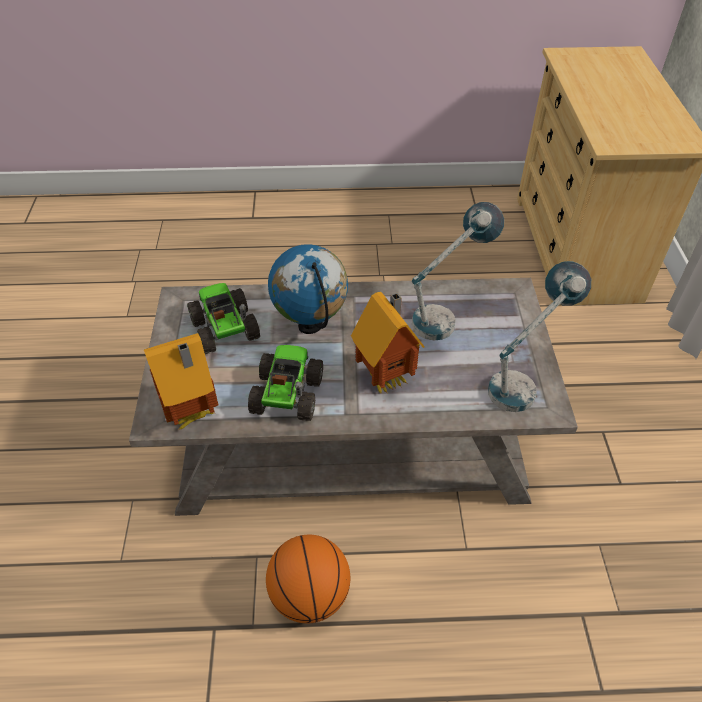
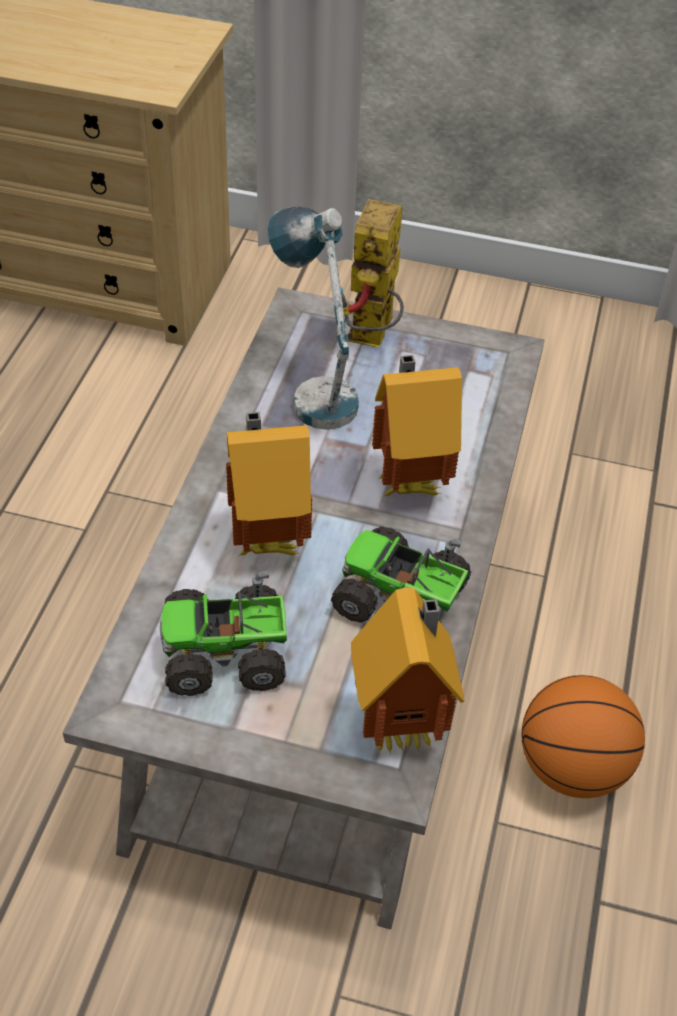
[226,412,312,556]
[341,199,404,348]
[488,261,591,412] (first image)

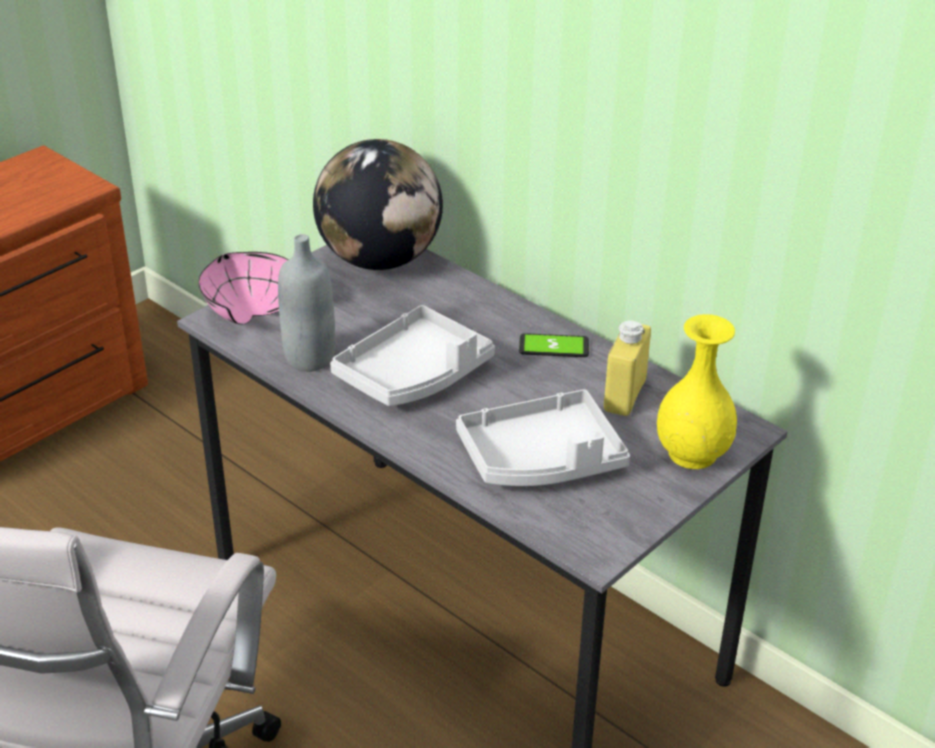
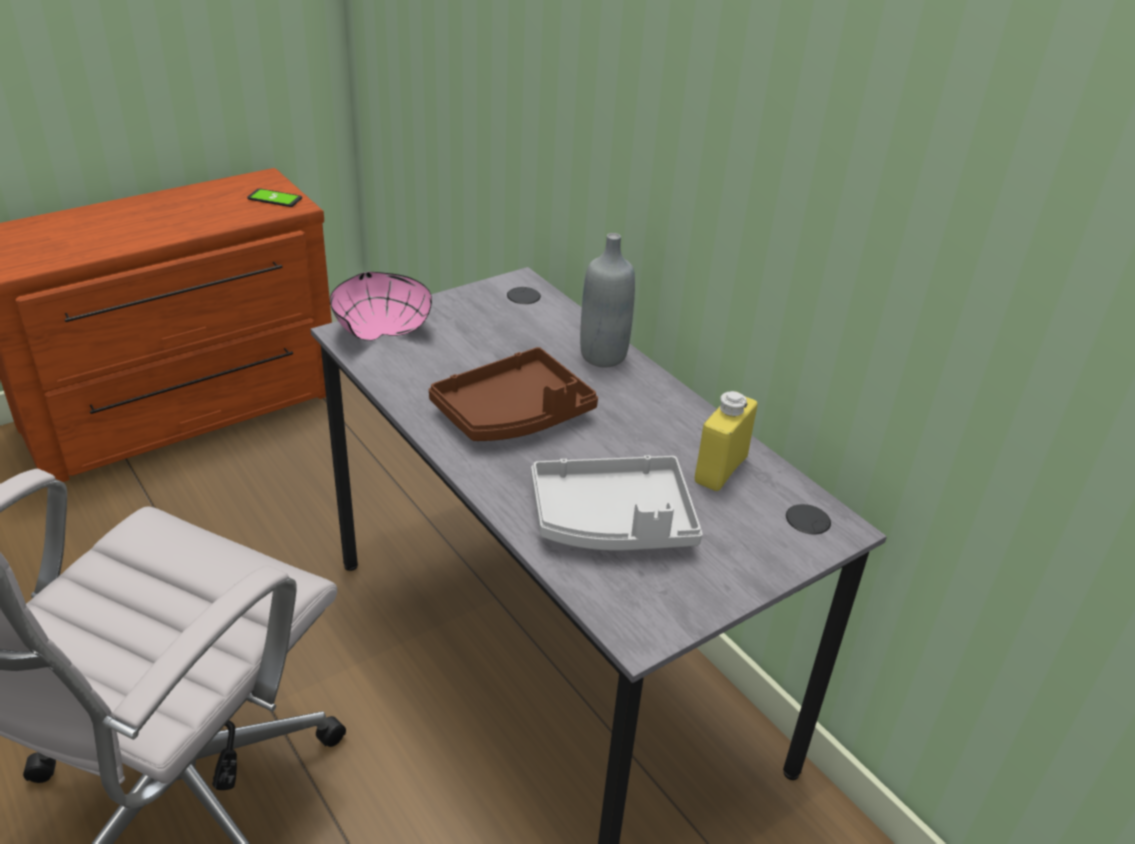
[247,188,302,207]
[429,347,598,441]
[580,233,635,367]
[313,139,443,270] (first image)
[657,314,737,469] (first image)

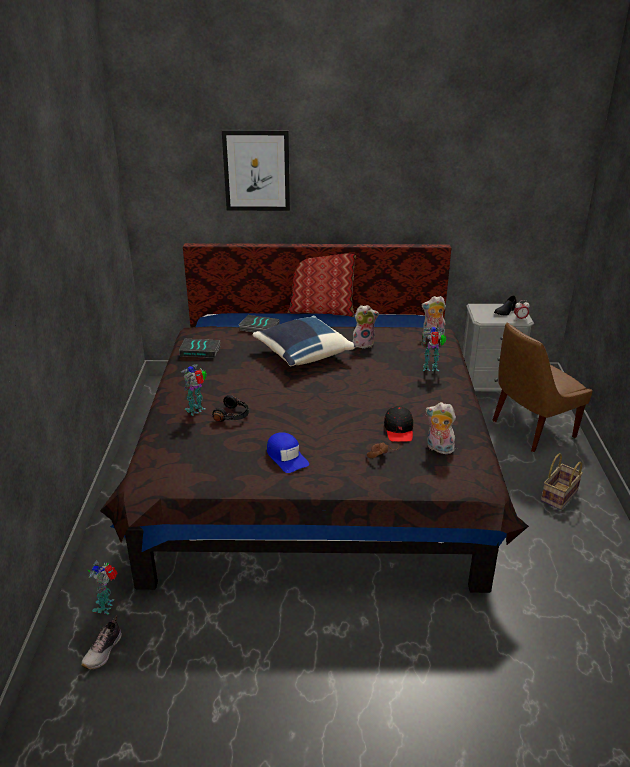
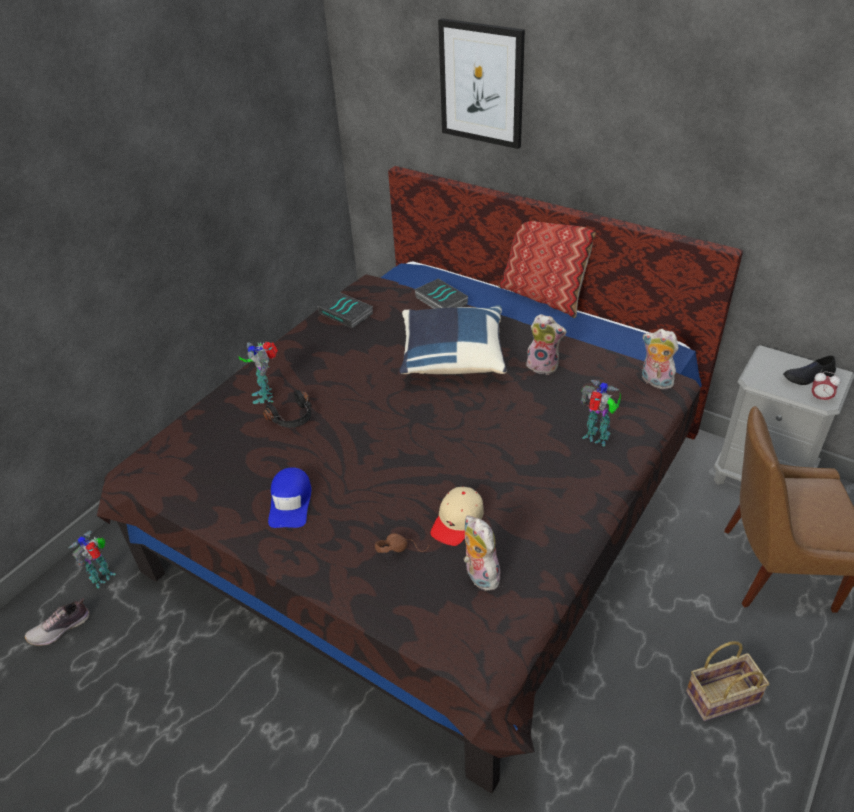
[238,342,277,404]
[430,486,484,546]

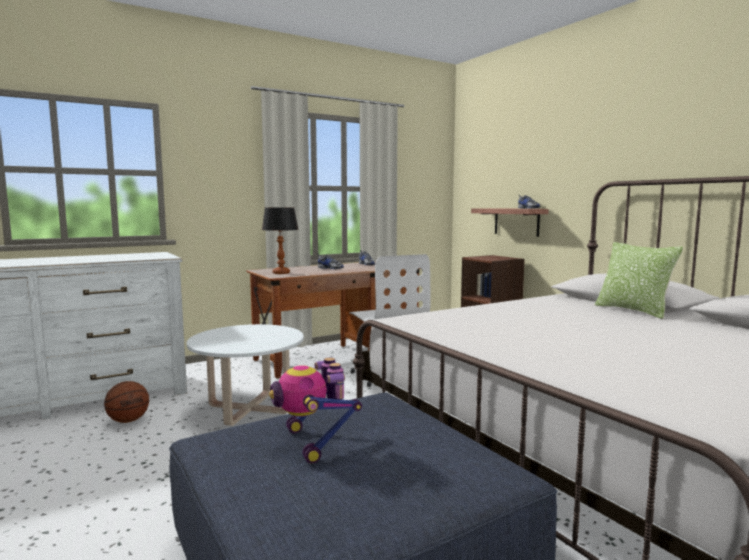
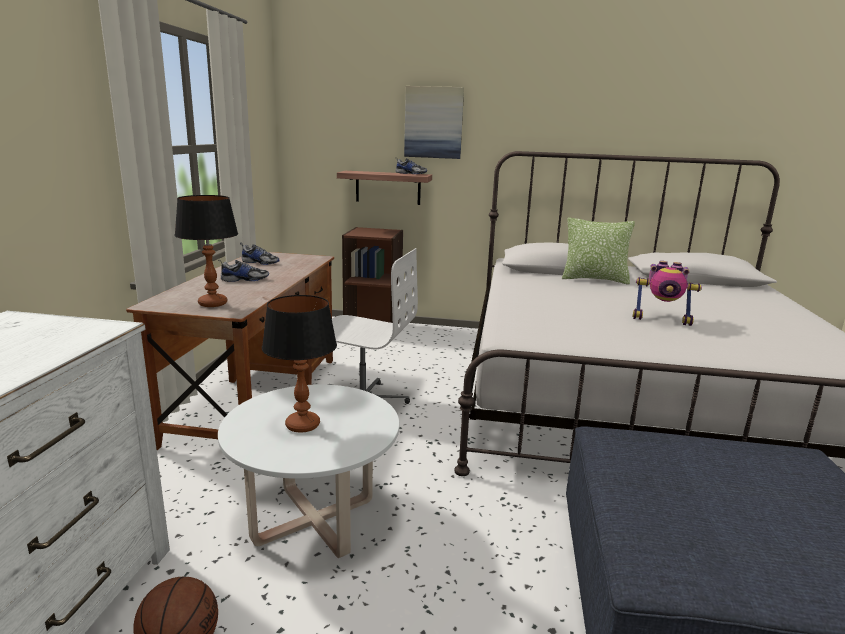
[262,295,337,433]
[404,86,464,159]
[633,261,702,326]

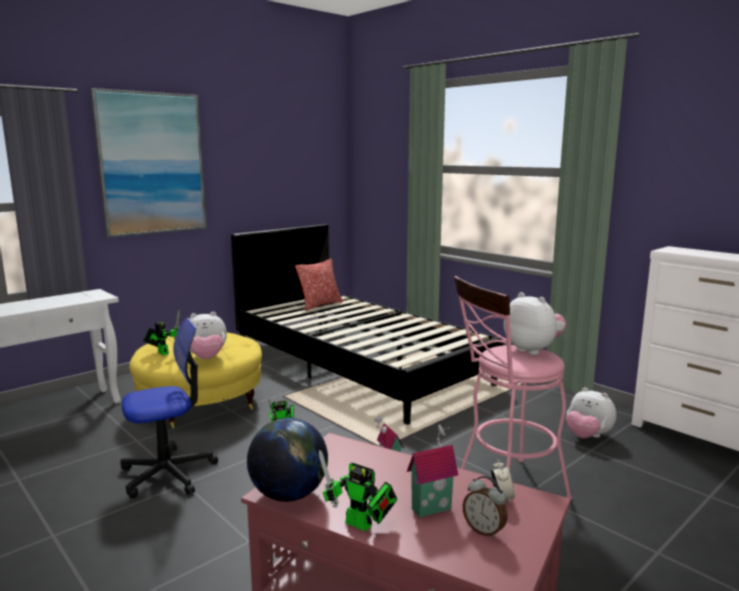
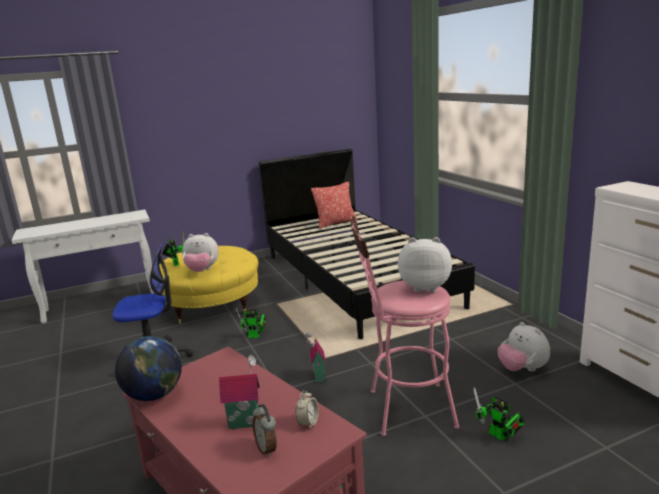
[398,237,452,293]
[473,388,525,441]
[90,88,206,238] (first image)

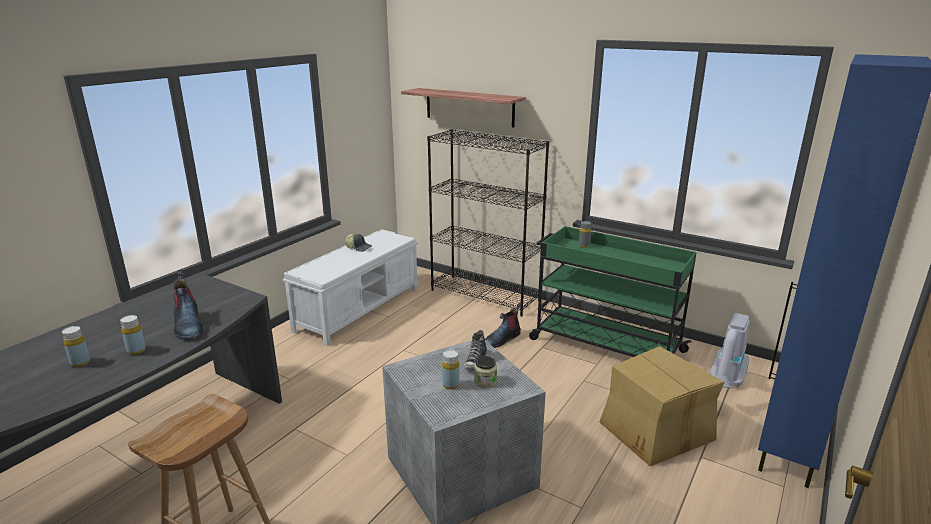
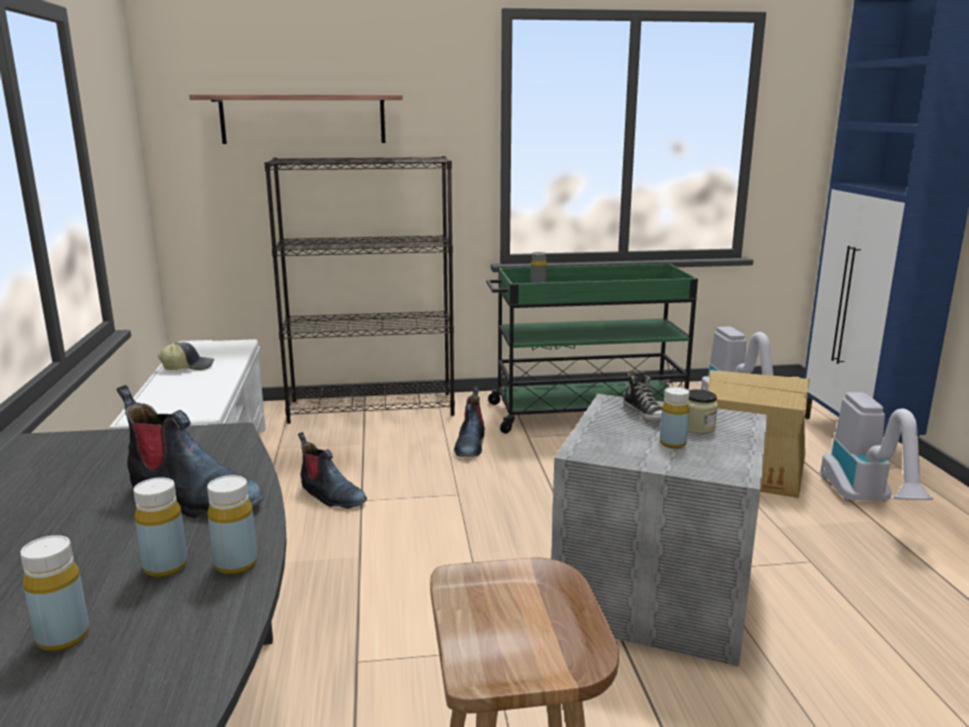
[207,475,257,575]
[298,432,367,509]
[820,392,933,502]

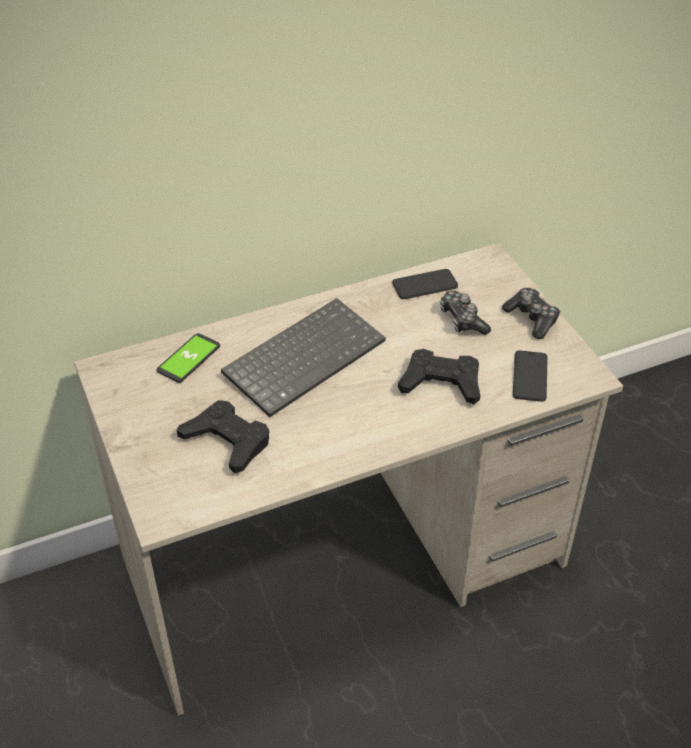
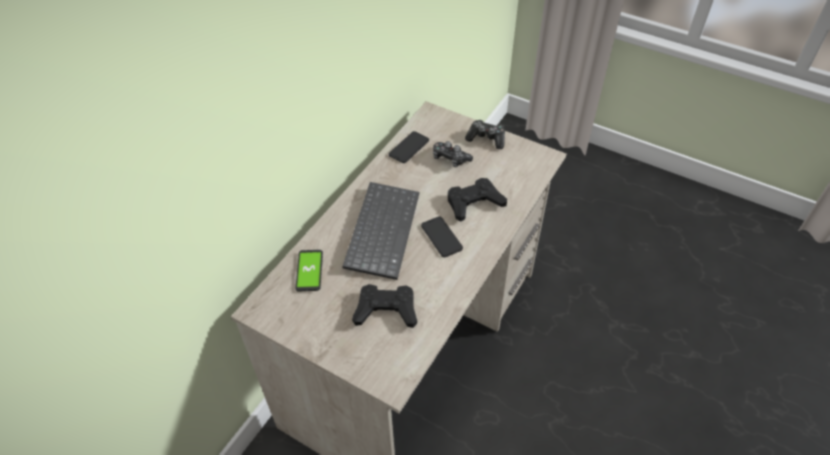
[421,217,463,257]

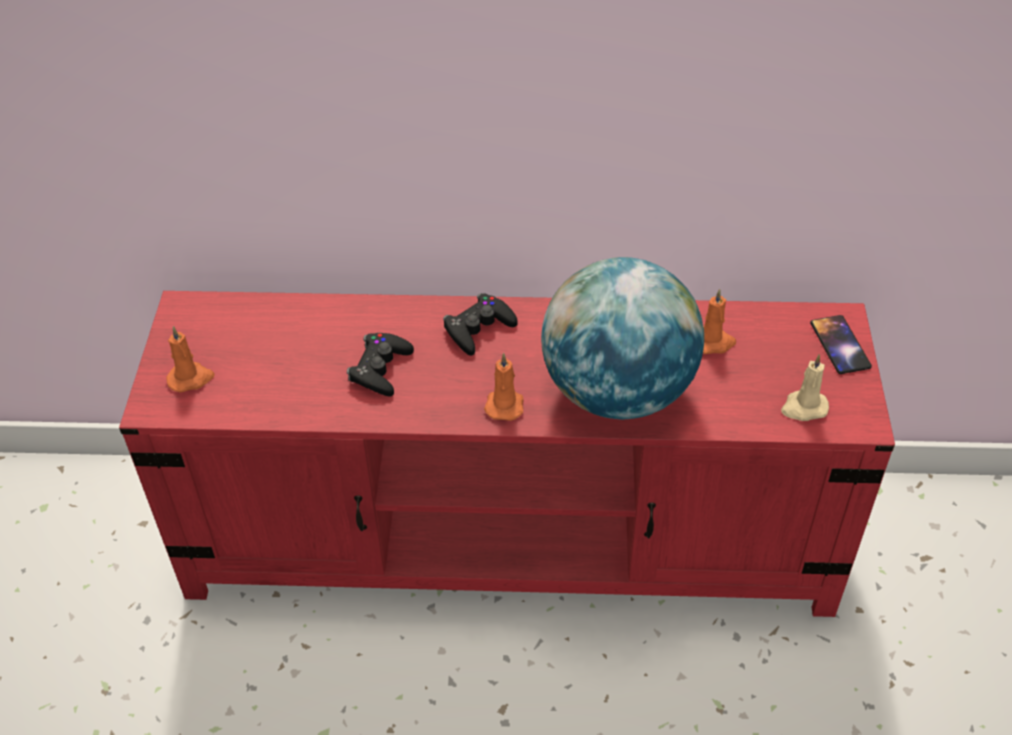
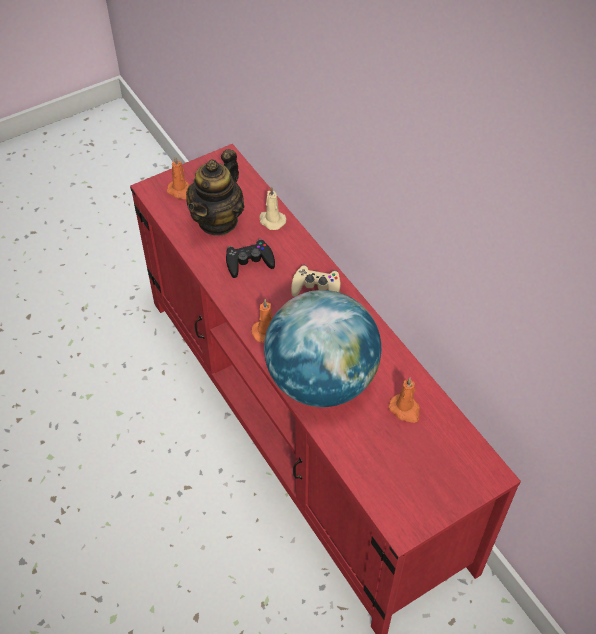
[186,149,245,236]
[259,186,286,230]
[291,265,341,296]
[810,315,872,374] (first image)

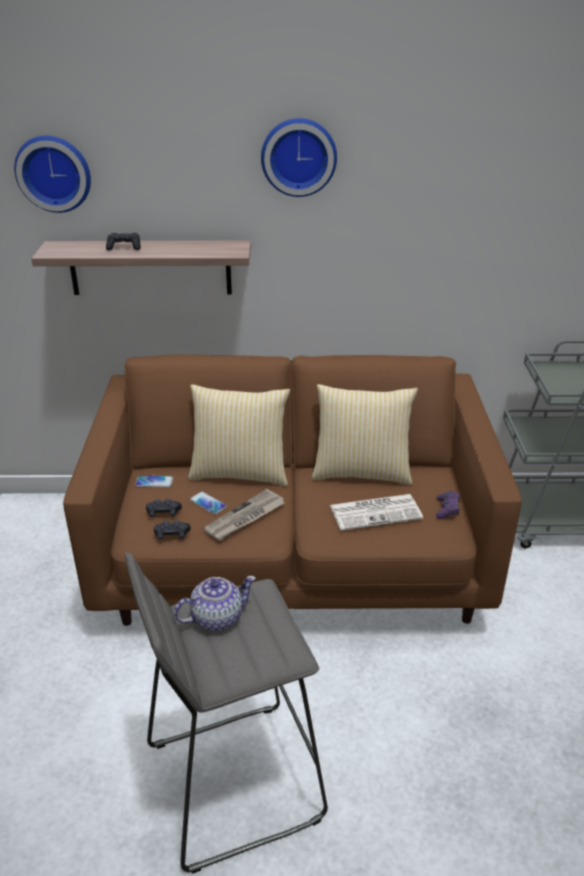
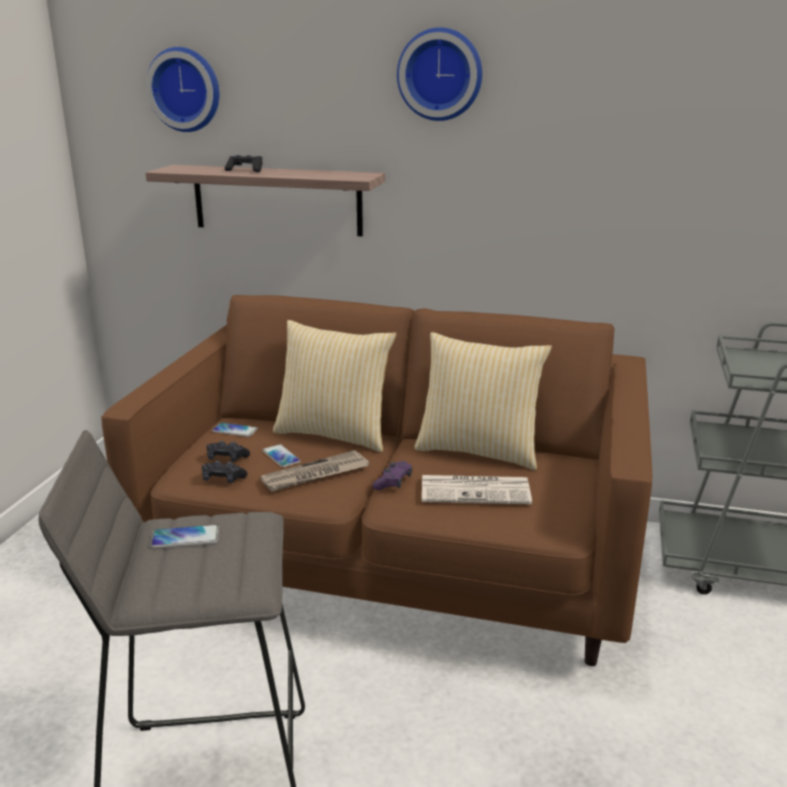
[151,525,219,548]
[372,461,412,490]

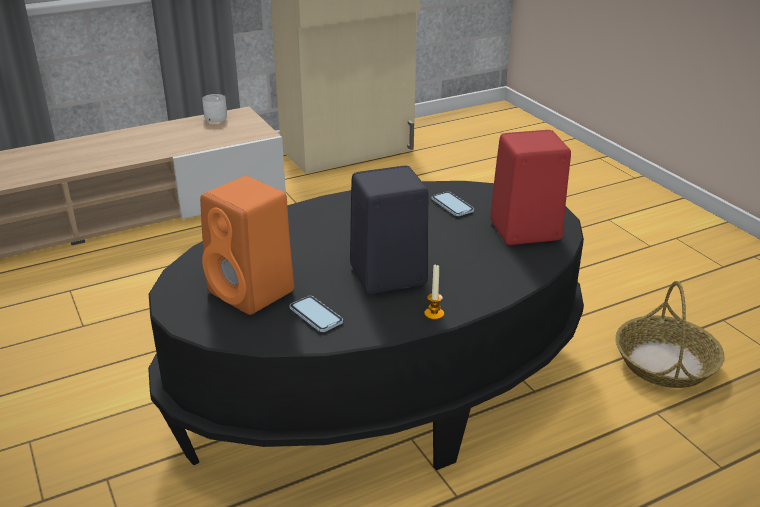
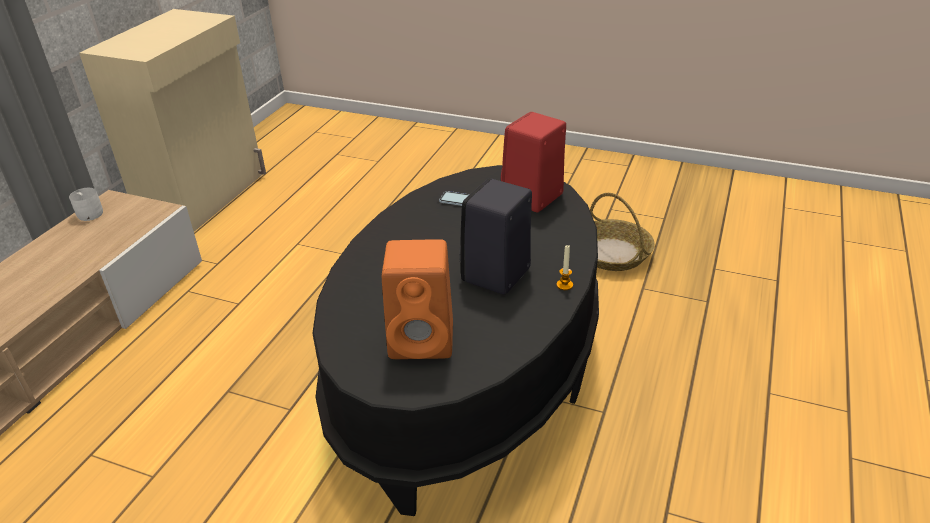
[289,296,343,332] (first image)

